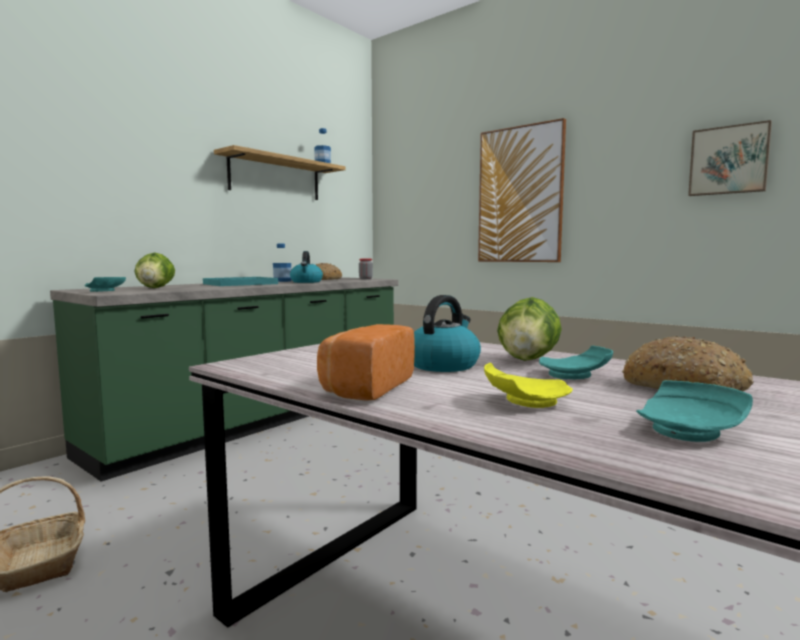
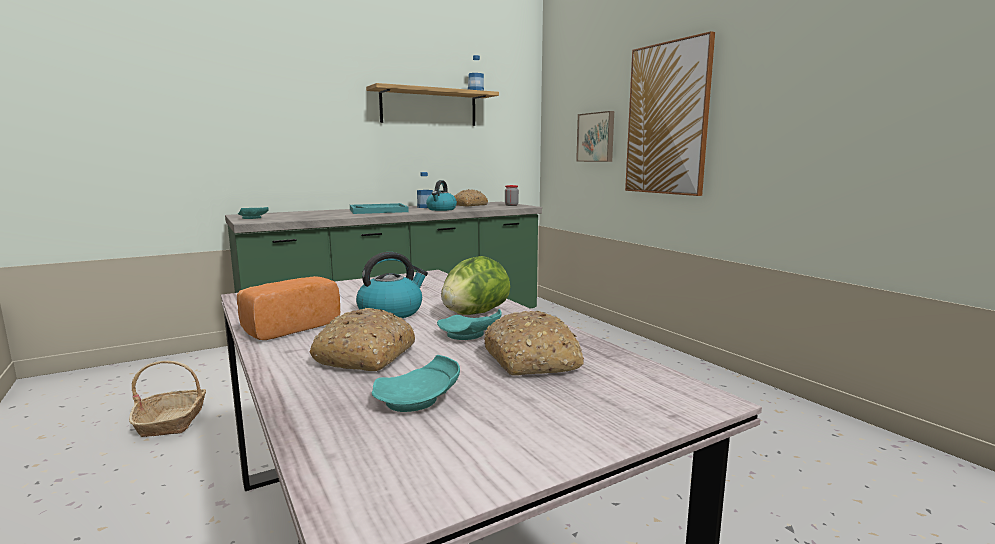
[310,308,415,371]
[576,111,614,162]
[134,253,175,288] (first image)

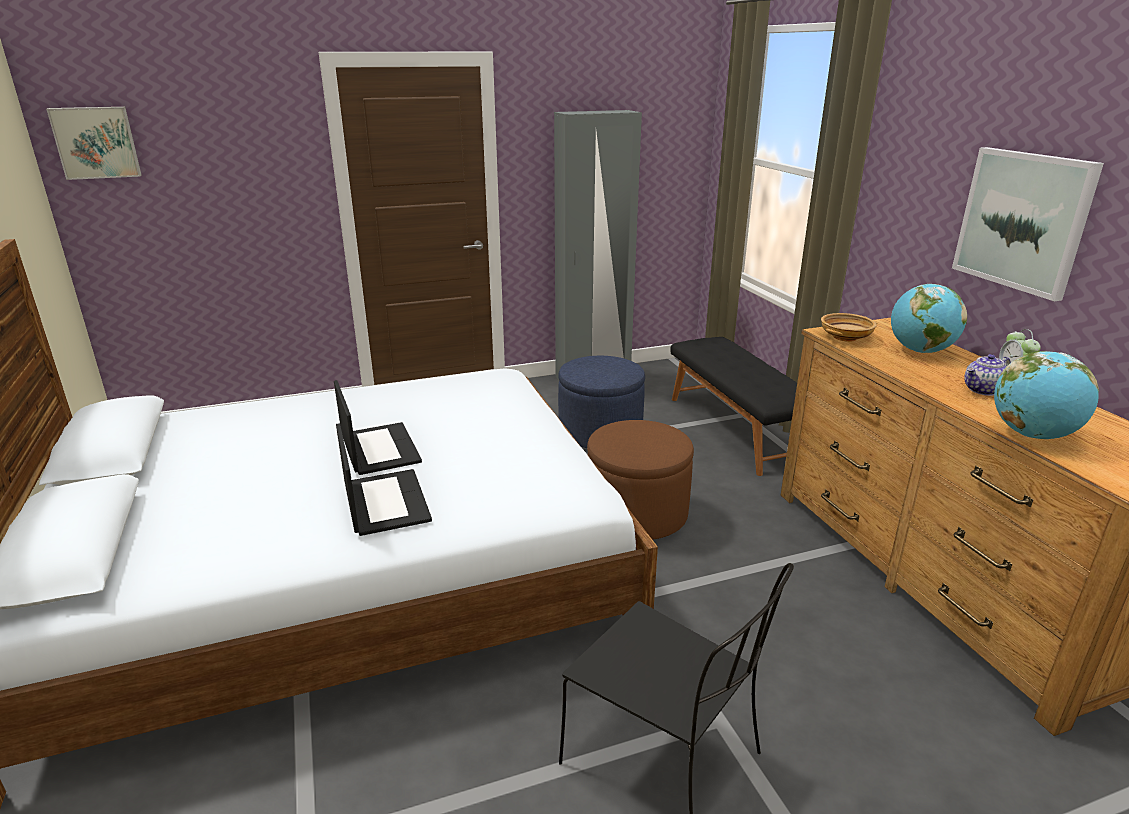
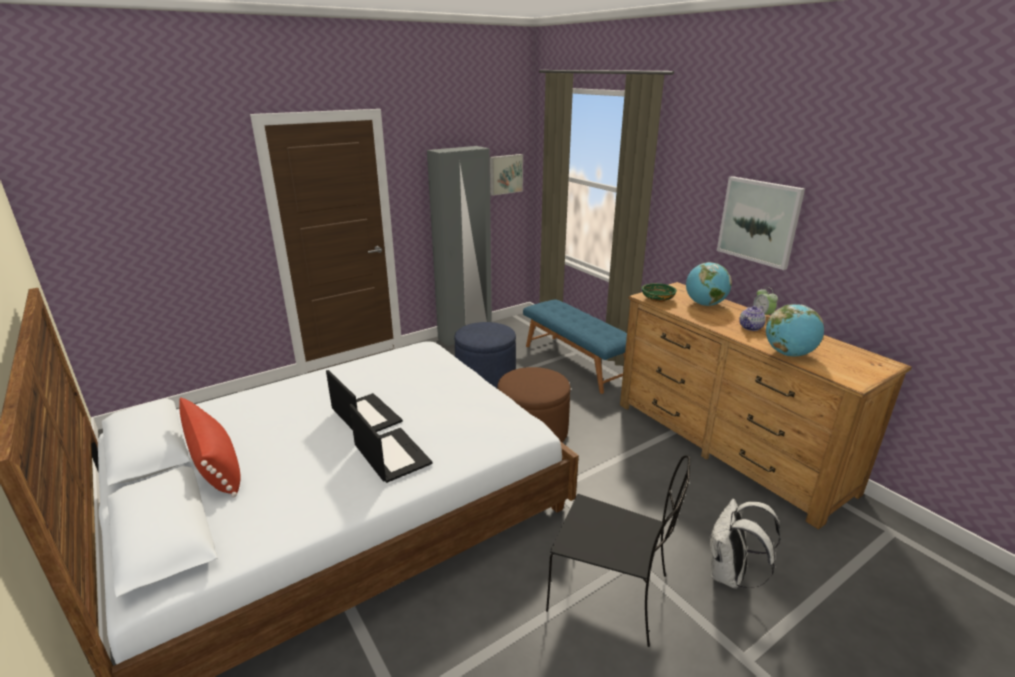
[179,397,241,498]
[490,154,523,196]
[523,299,627,394]
[642,283,677,302]
[709,499,781,589]

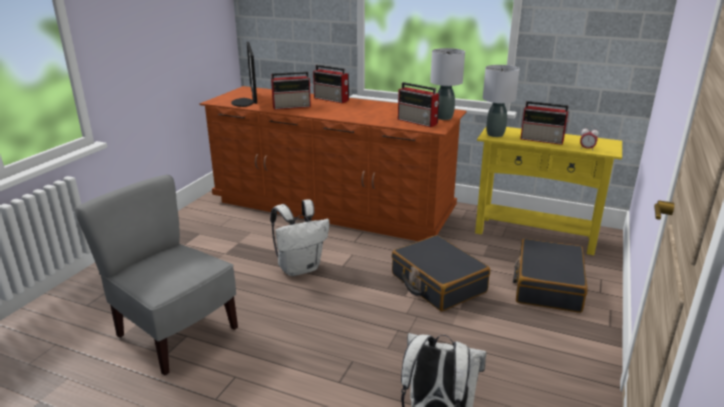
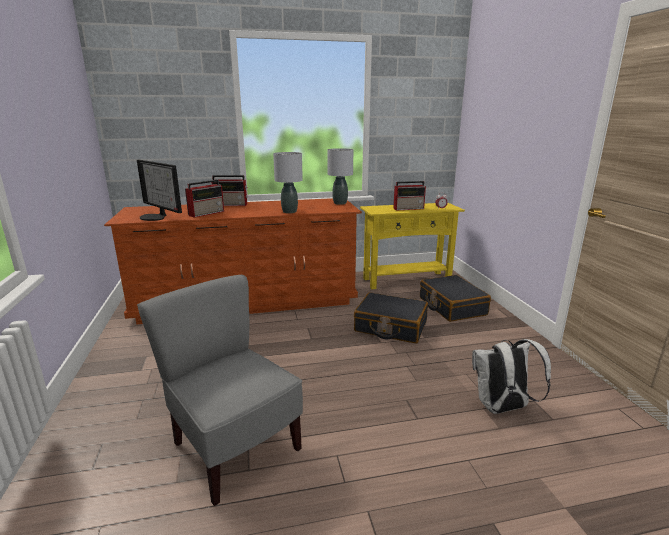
[137,275,303,506]
[273,152,303,213]
[270,199,329,276] (first image)
[398,82,440,127] (first image)

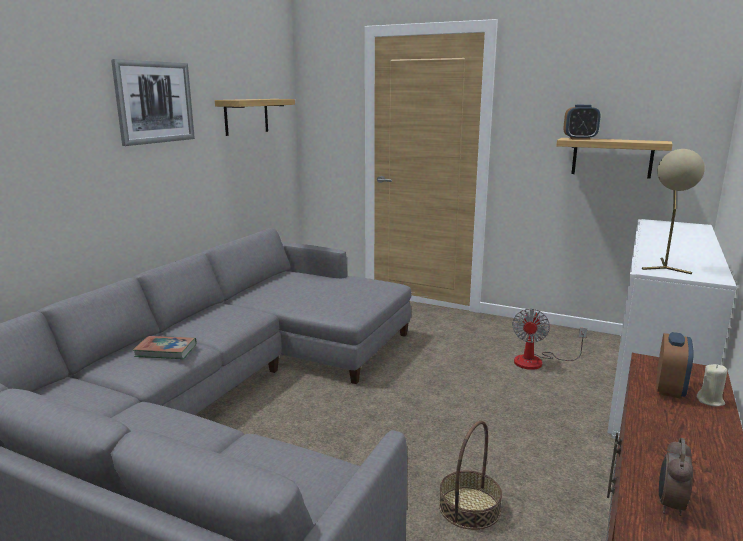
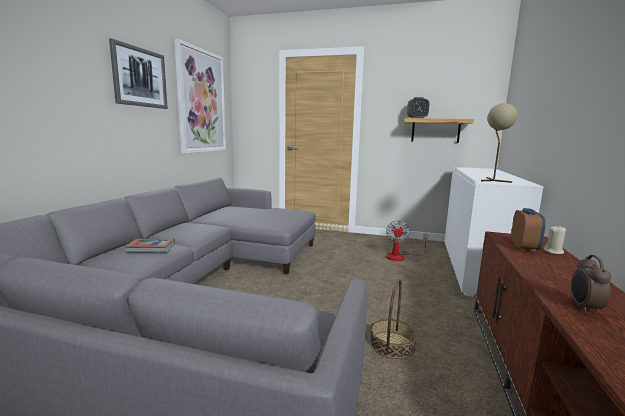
[174,38,226,153]

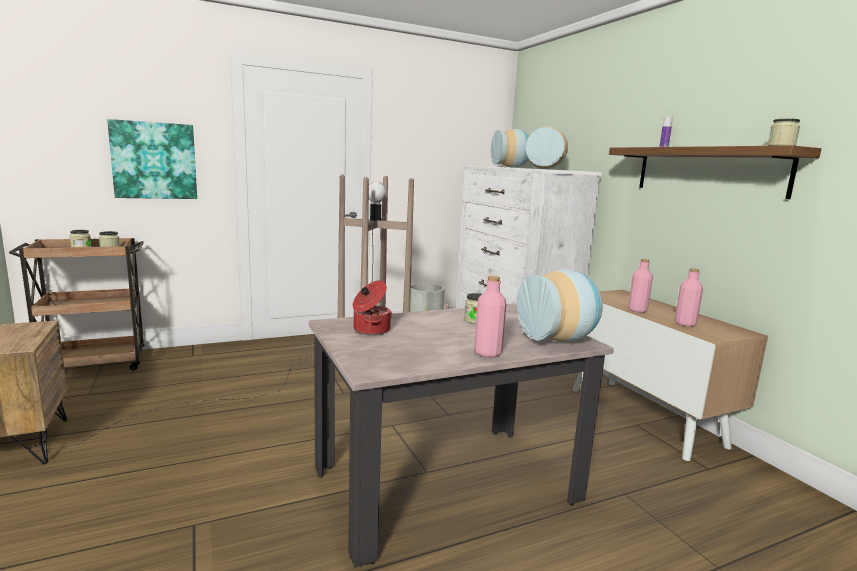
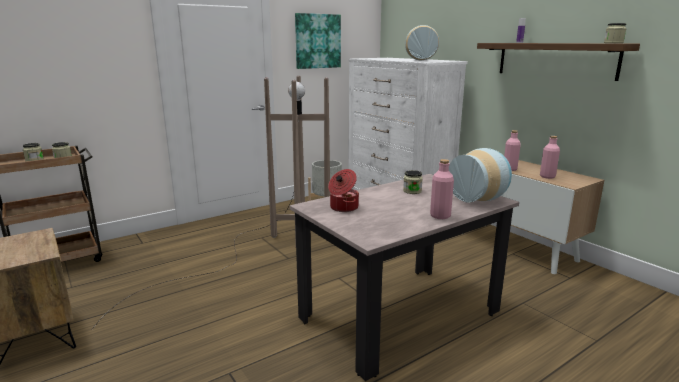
[295,13,341,69]
[491,129,529,168] (first image)

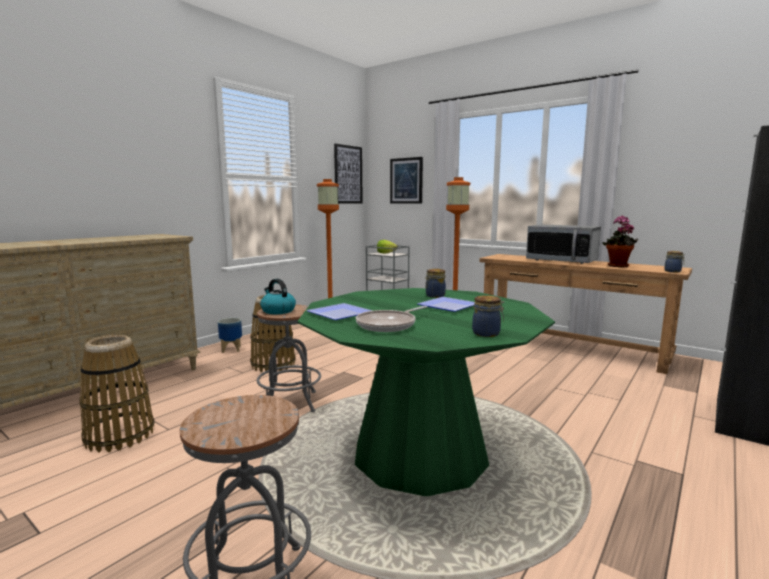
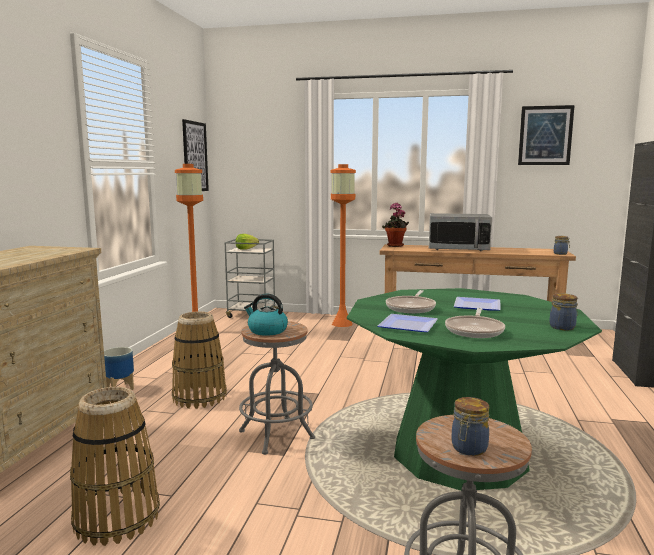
[382,203,409,247]
[386,290,436,313]
[451,397,489,456]
[518,105,575,165]

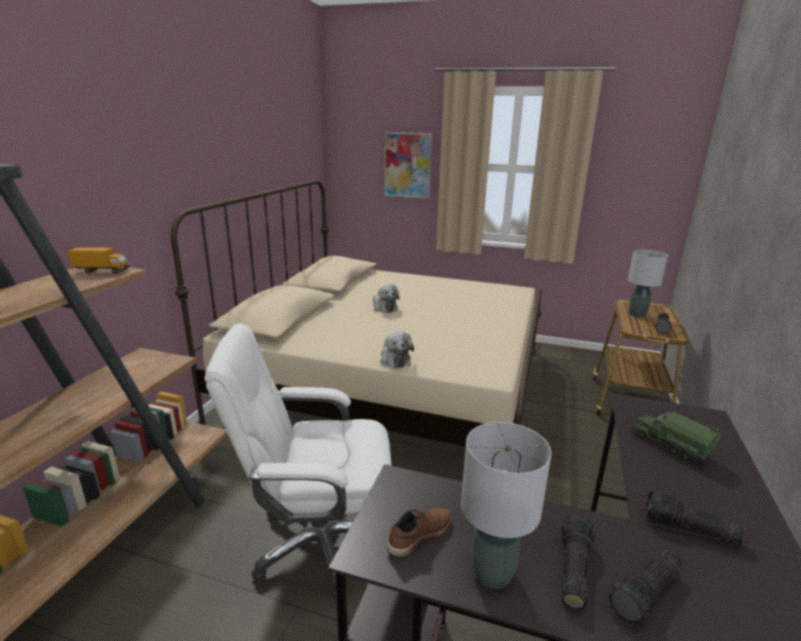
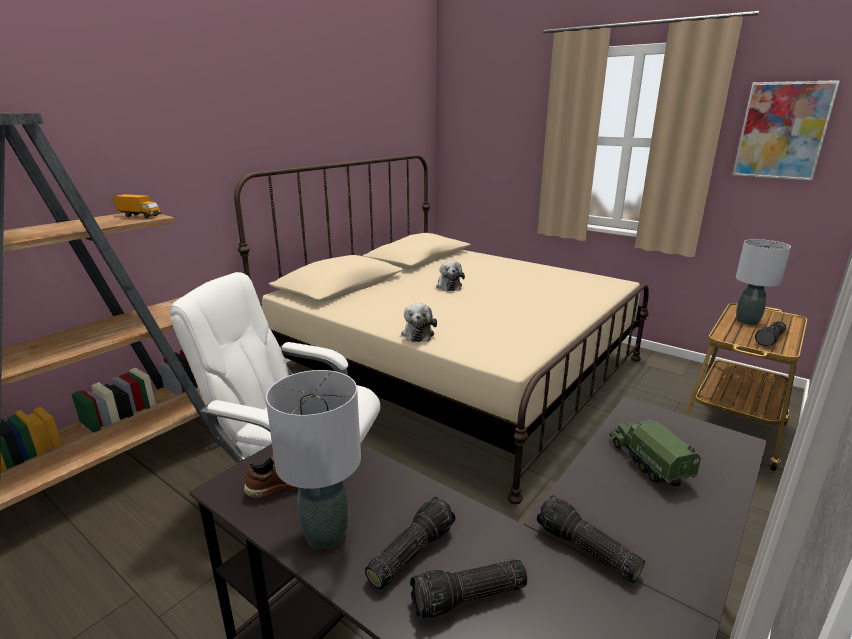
[733,80,840,180]

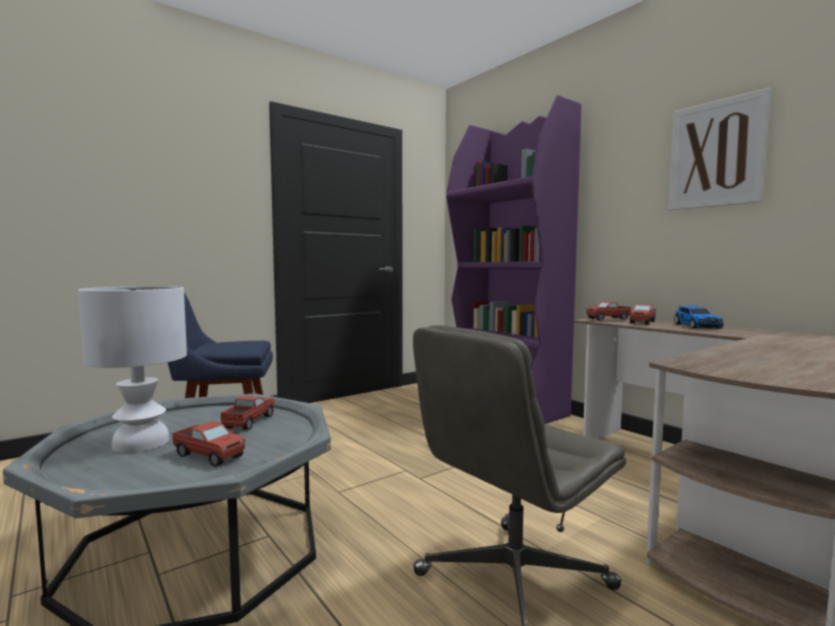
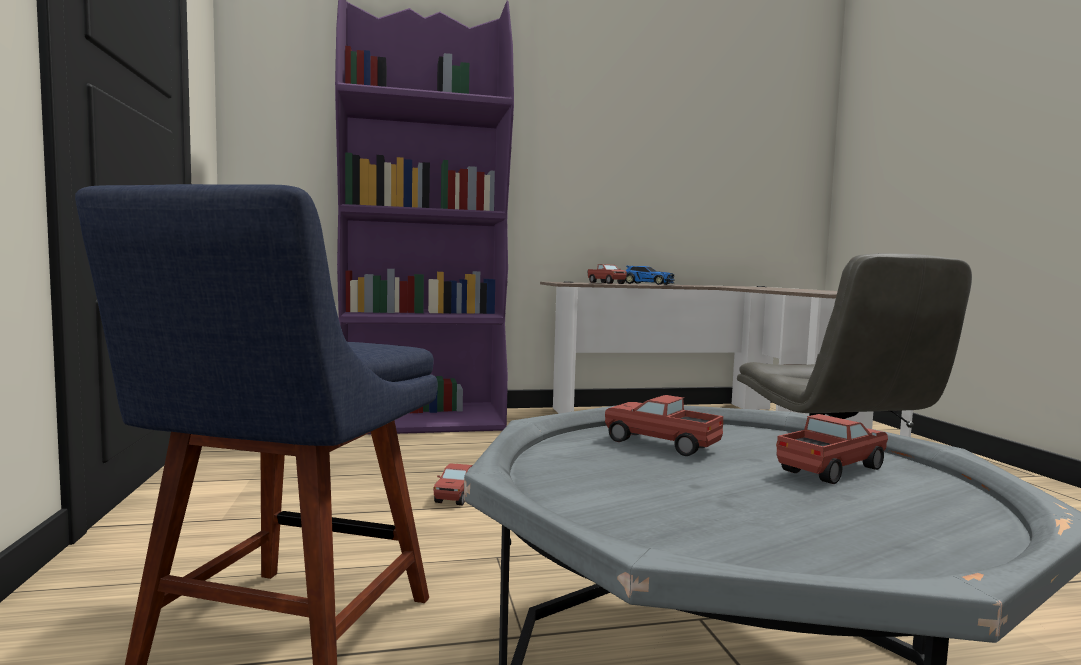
[433,463,473,505]
[78,286,187,453] (first image)
[668,88,770,210] (first image)

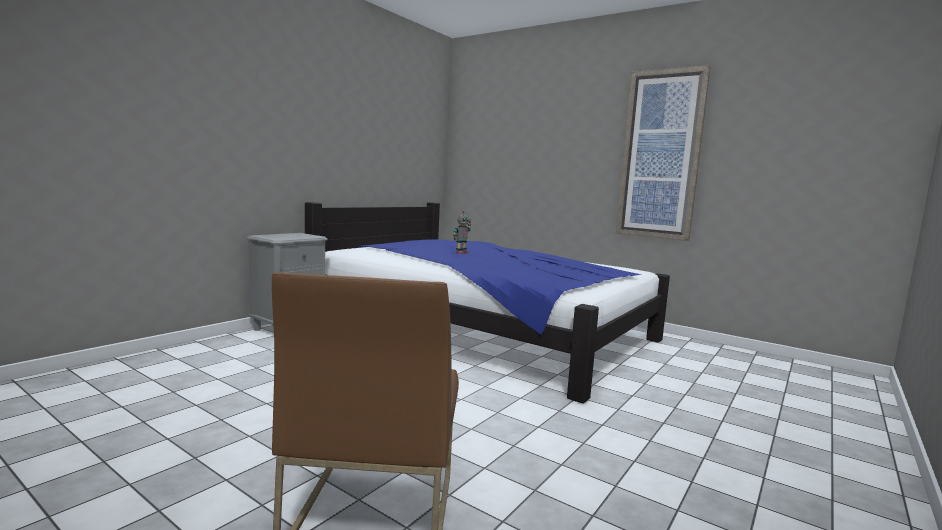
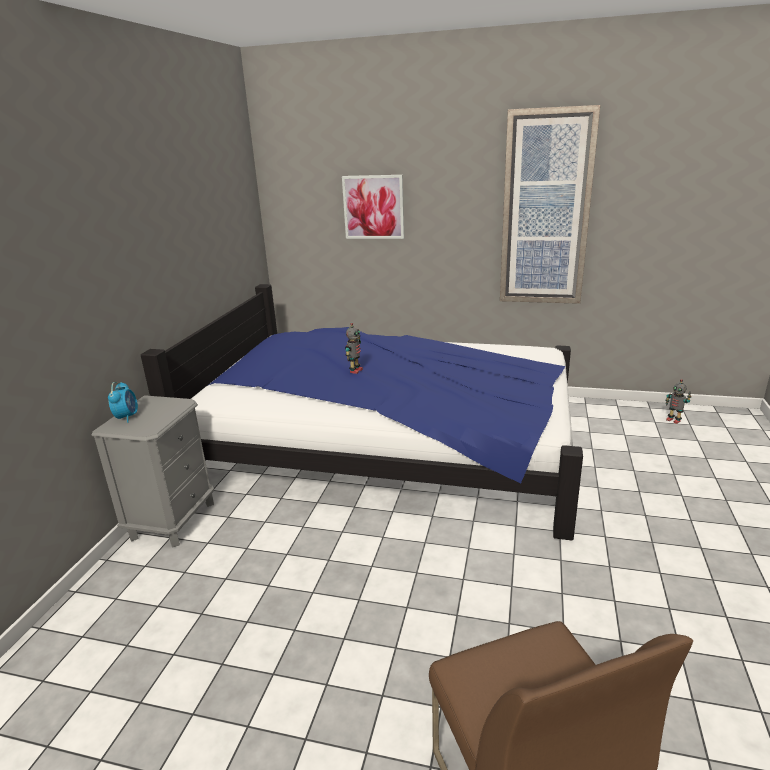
[108,382,138,423]
[342,175,404,239]
[665,379,692,424]

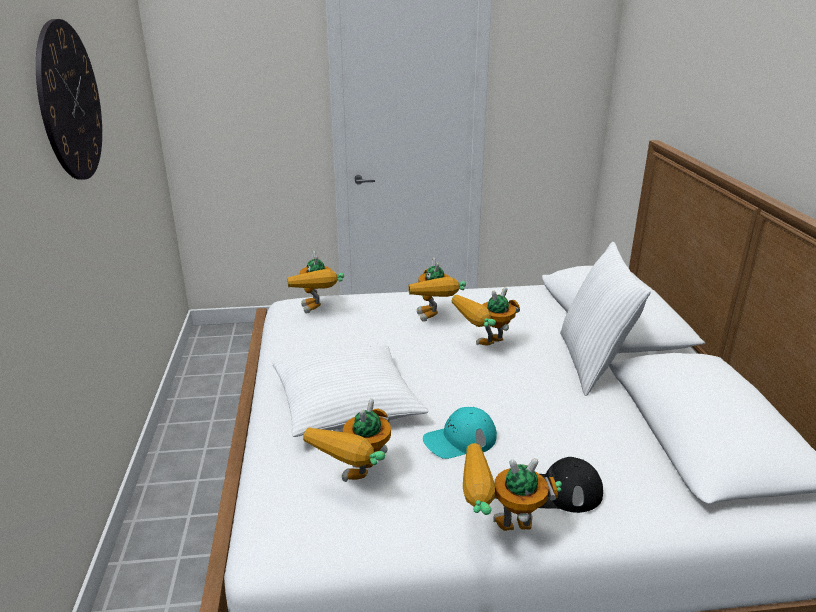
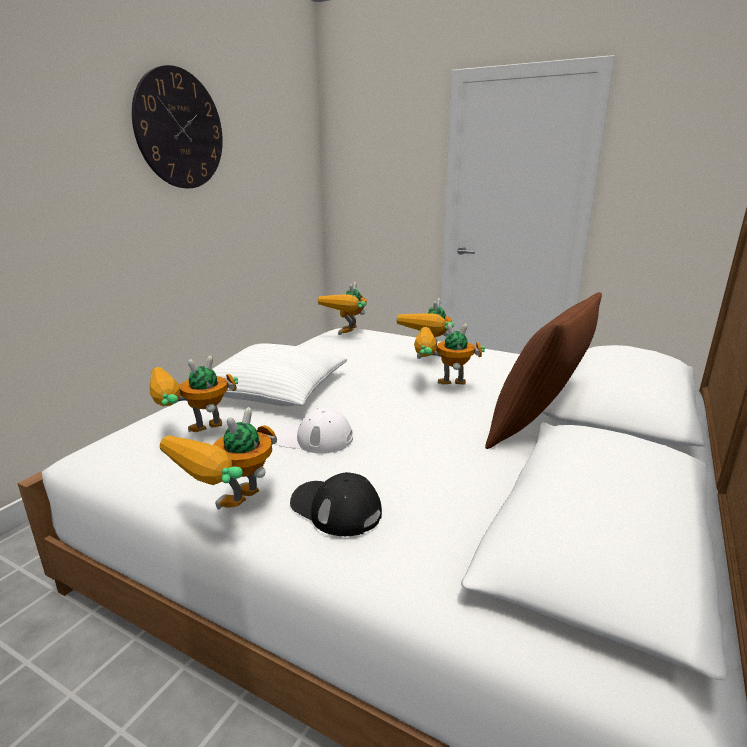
[160,407,277,510]
[275,408,353,454]
[485,292,602,449]

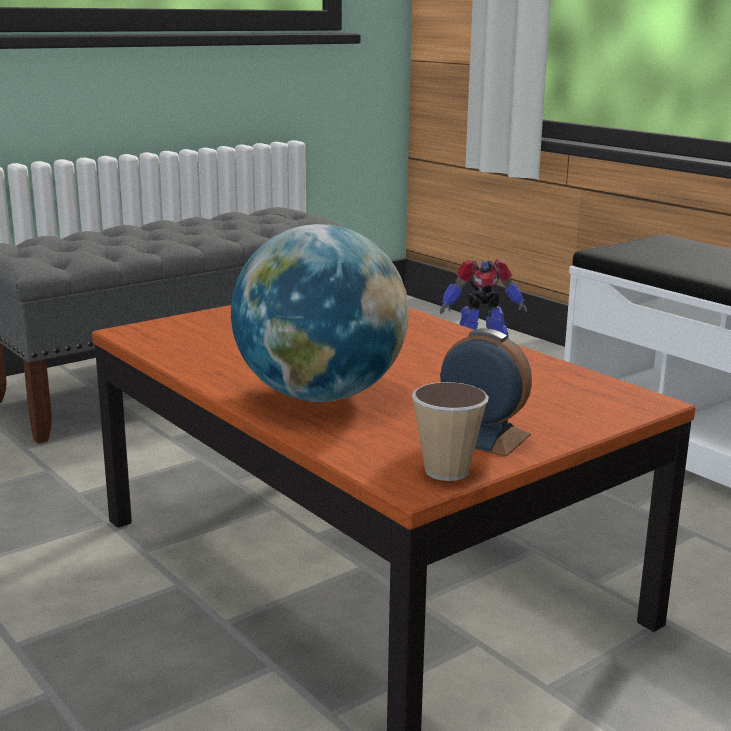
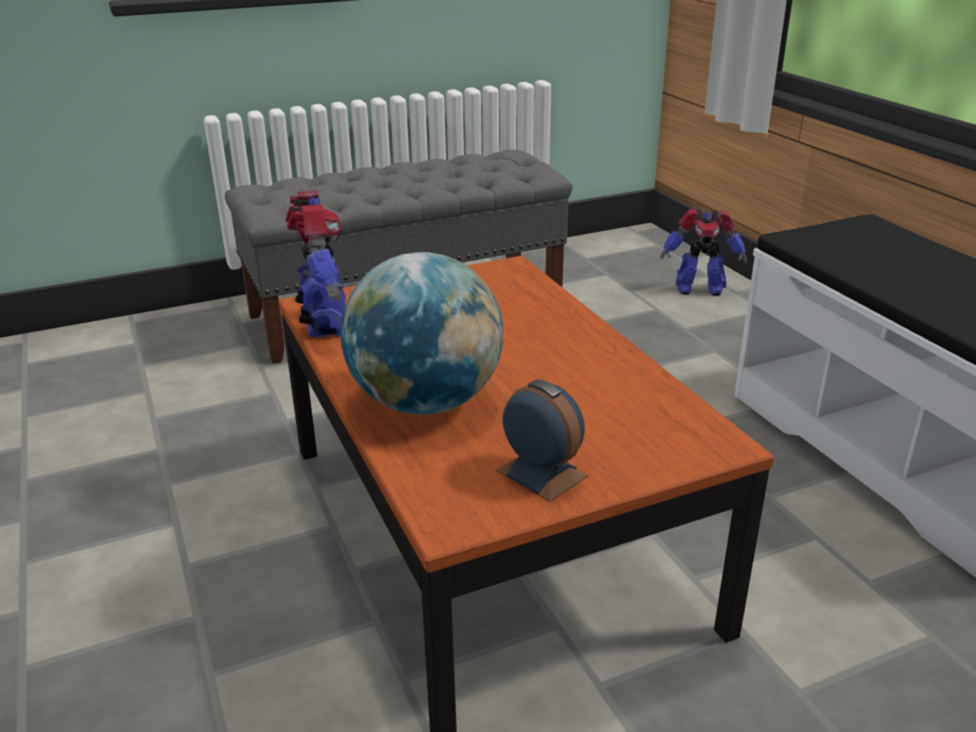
[285,191,346,338]
[412,382,489,481] (first image)

